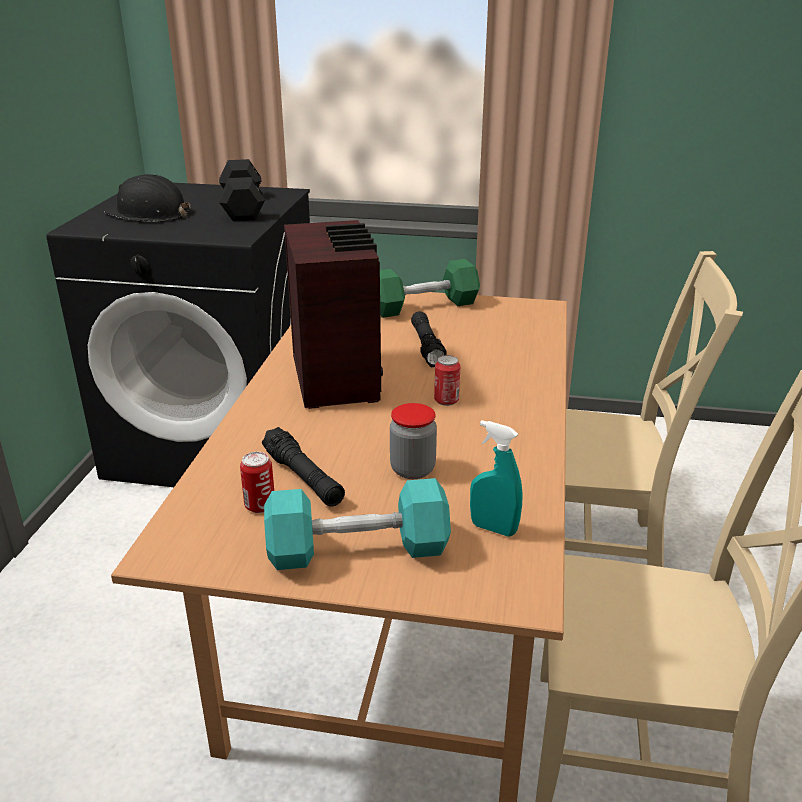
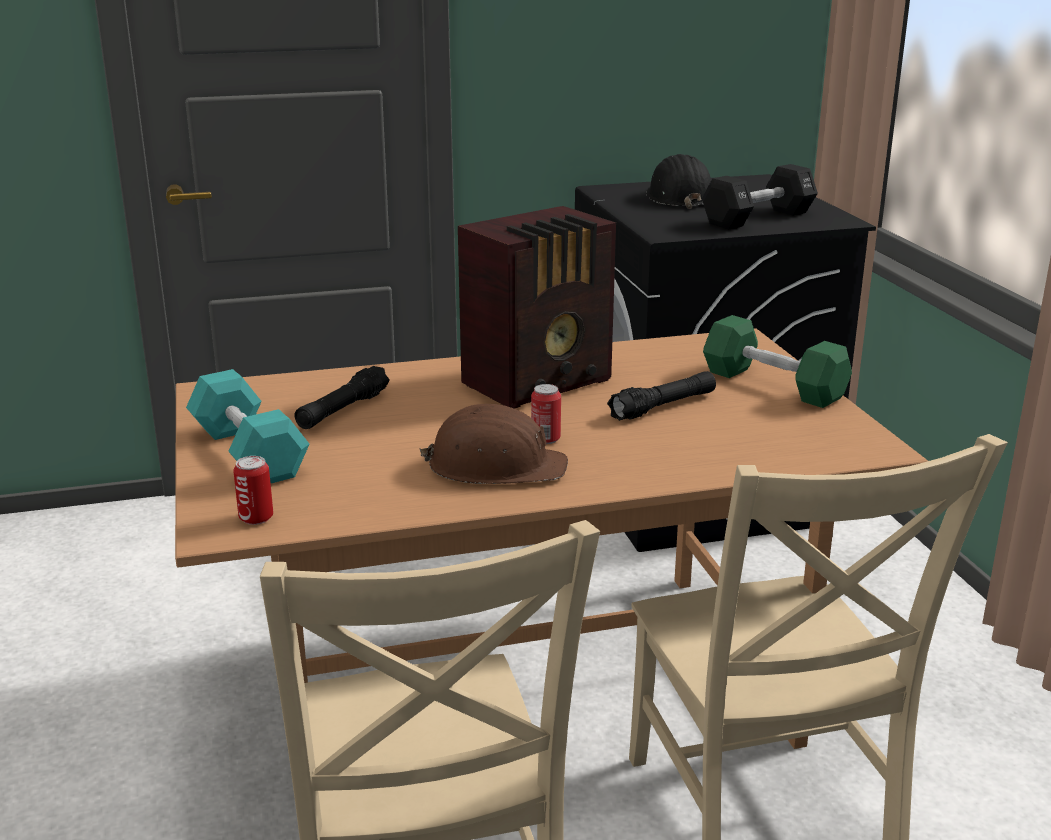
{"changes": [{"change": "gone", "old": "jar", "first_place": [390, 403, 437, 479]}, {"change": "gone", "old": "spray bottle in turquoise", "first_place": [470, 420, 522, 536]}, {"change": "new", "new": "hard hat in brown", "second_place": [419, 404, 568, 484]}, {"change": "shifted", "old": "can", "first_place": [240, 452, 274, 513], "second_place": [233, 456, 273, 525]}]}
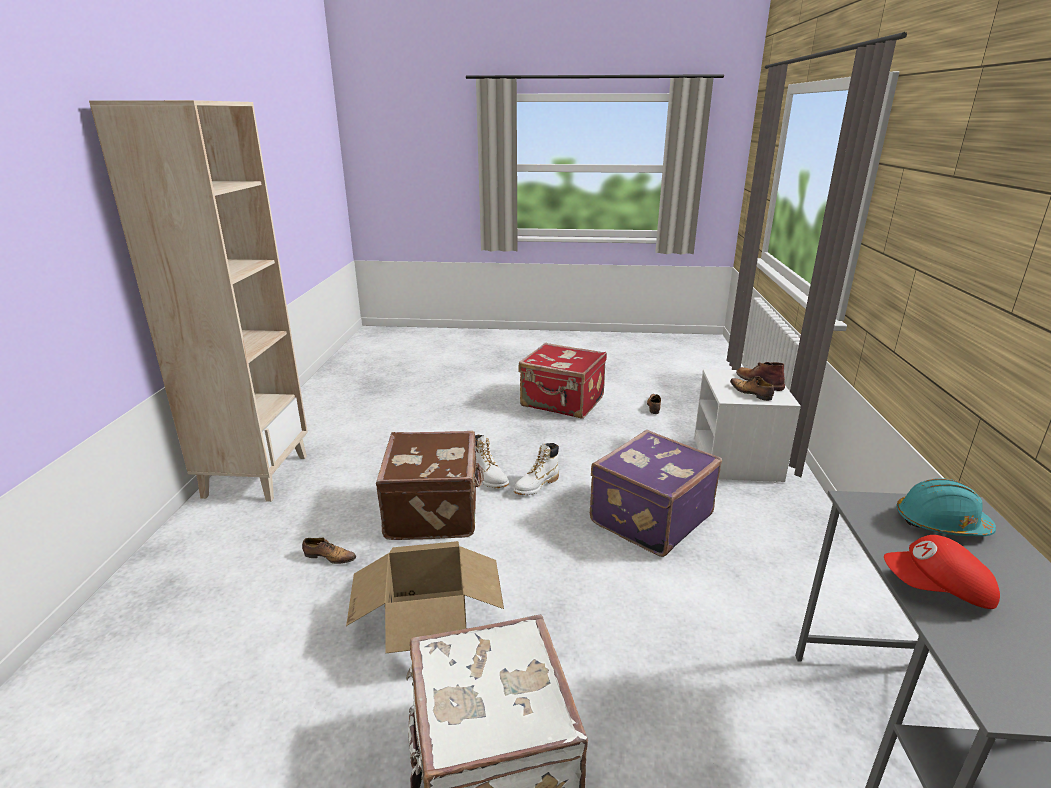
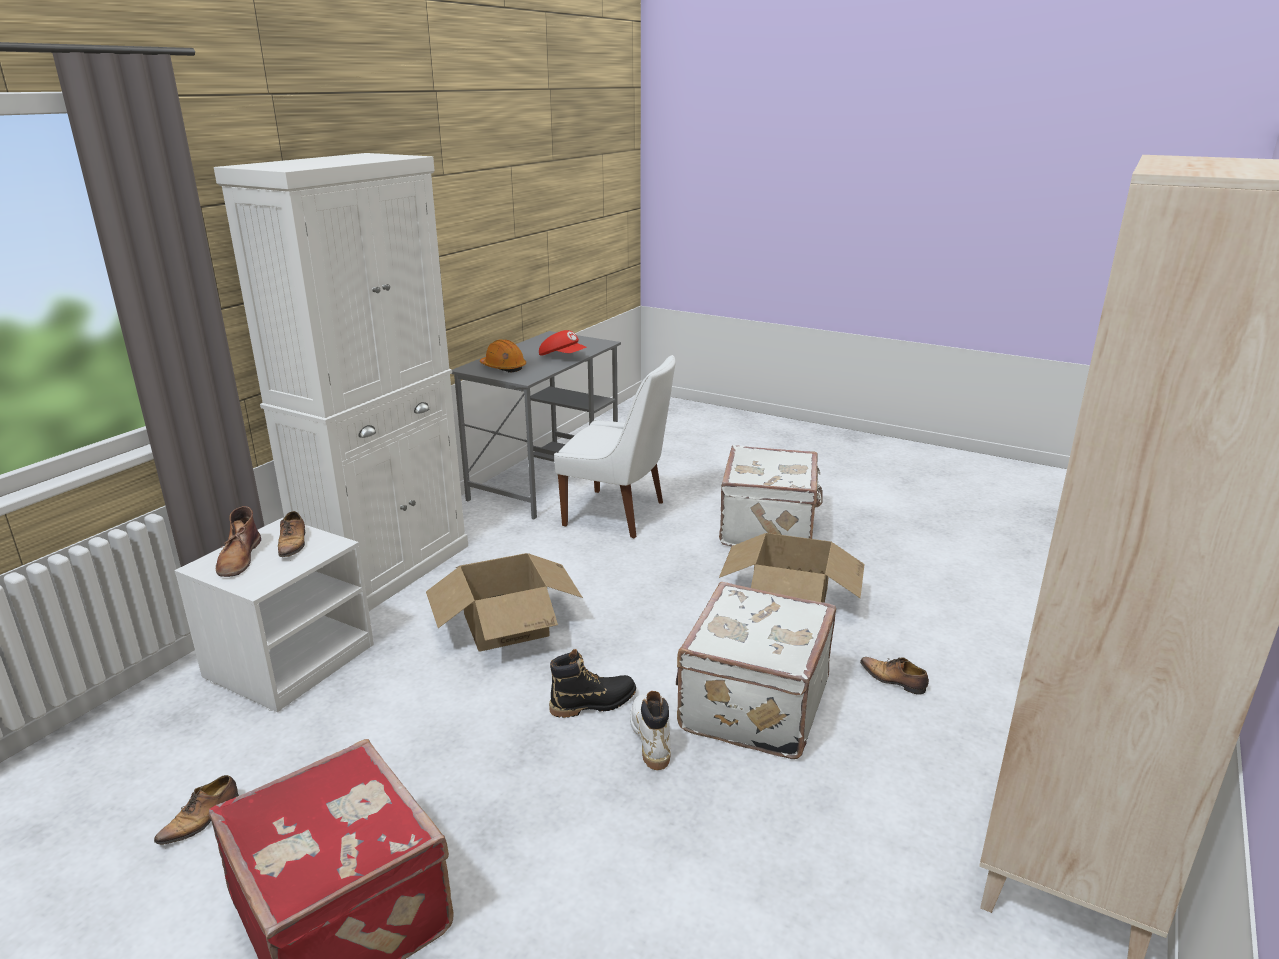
{"changes": [{"change": "new", "new": "cabinet in white", "second_place": [214, 153, 468, 611]}, {"change": "new", "new": "chair in white", "second_place": [554, 355, 676, 538]}, {"change": "swapped", "old": "suitcase in purple", "new": "cardboard box", "first_place": [590, 430, 722, 557], "second_place": [426, 553, 583, 652]}, {"change": "repainted", "old": "suitcase in brown", "new": "suitcase in white", "first_place": [376, 431, 484, 540], "second_place": [676, 582, 836, 759]}, {"change": "repainted", "old": "boot in white", "new": "boot in black", "first_place": [513, 443, 559, 495], "second_place": [549, 649, 636, 718]}, {"change": "repainted", "old": "hard hat in turquoise", "new": "hard hat in orange", "first_place": [897, 478, 996, 536], "second_place": [480, 339, 526, 373]}]}
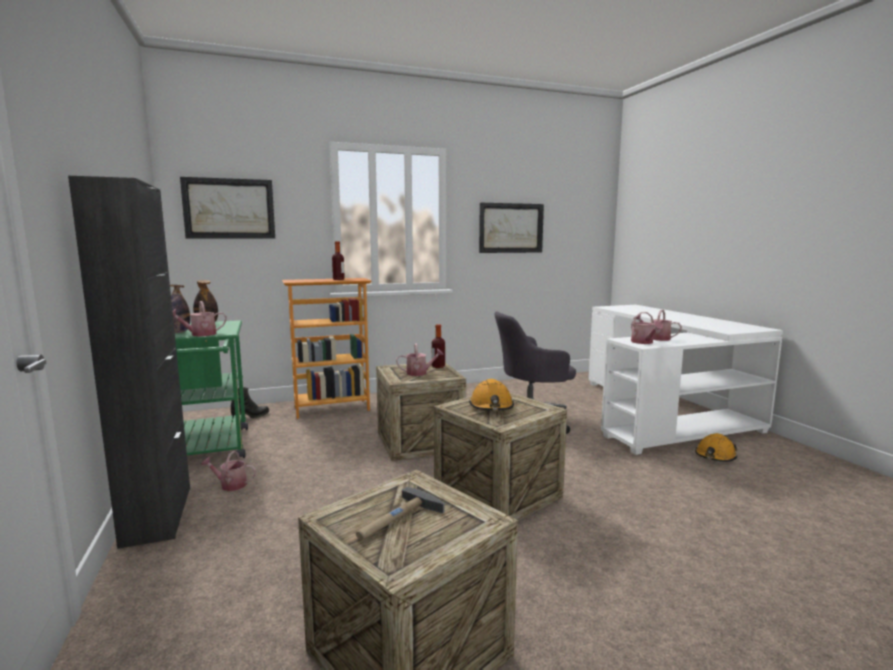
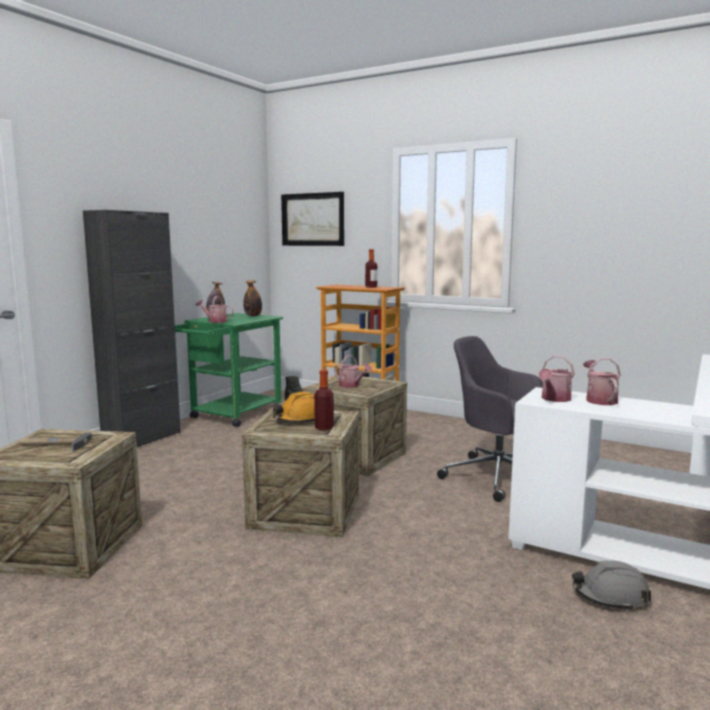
{"changes": [{"change": "gone", "old": "watering can", "first_place": [201, 451, 256, 491]}, {"change": "gone", "old": "picture", "first_place": [479, 203, 544, 253]}, {"change": "shifted", "old": "bottle", "first_place": [432, 324, 445, 368], "second_place": [314, 369, 334, 430]}, {"change": "repainted", "old": "hard hat in orange", "new": "hard hat in grey", "first_place": [695, 433, 737, 462], "second_place": [572, 561, 651, 611]}]}
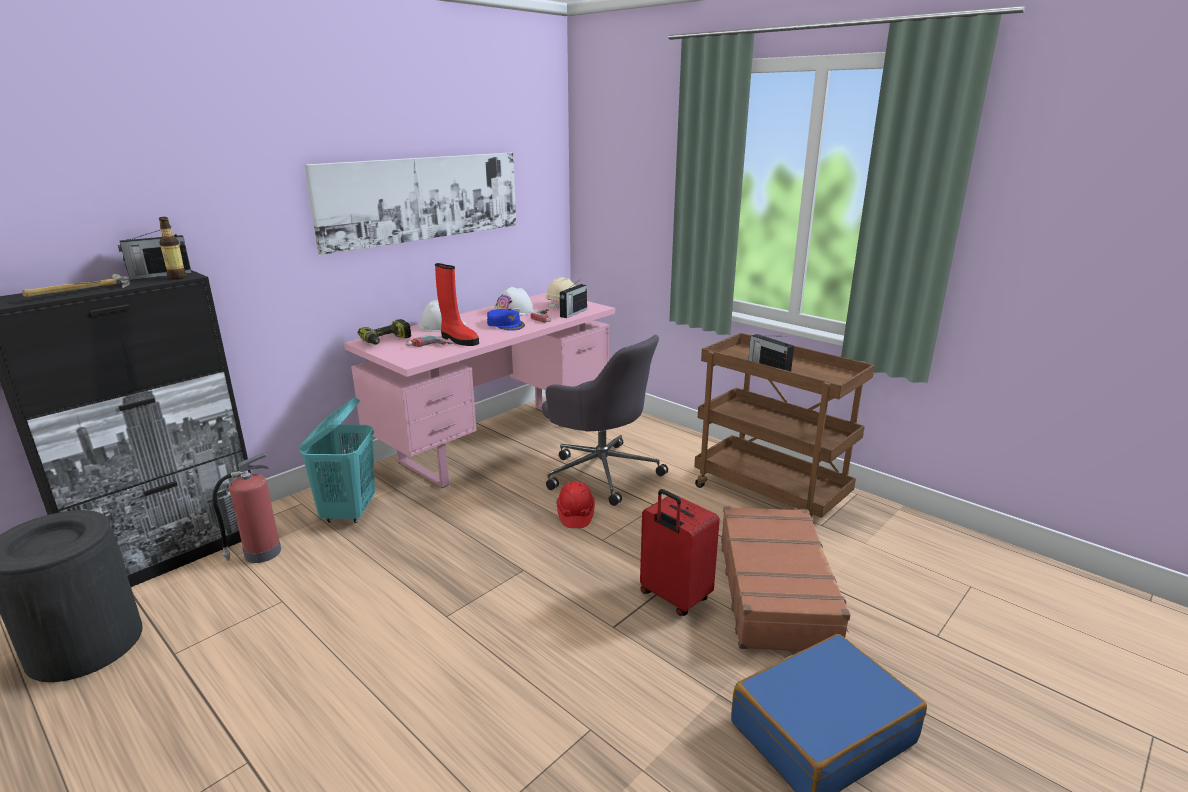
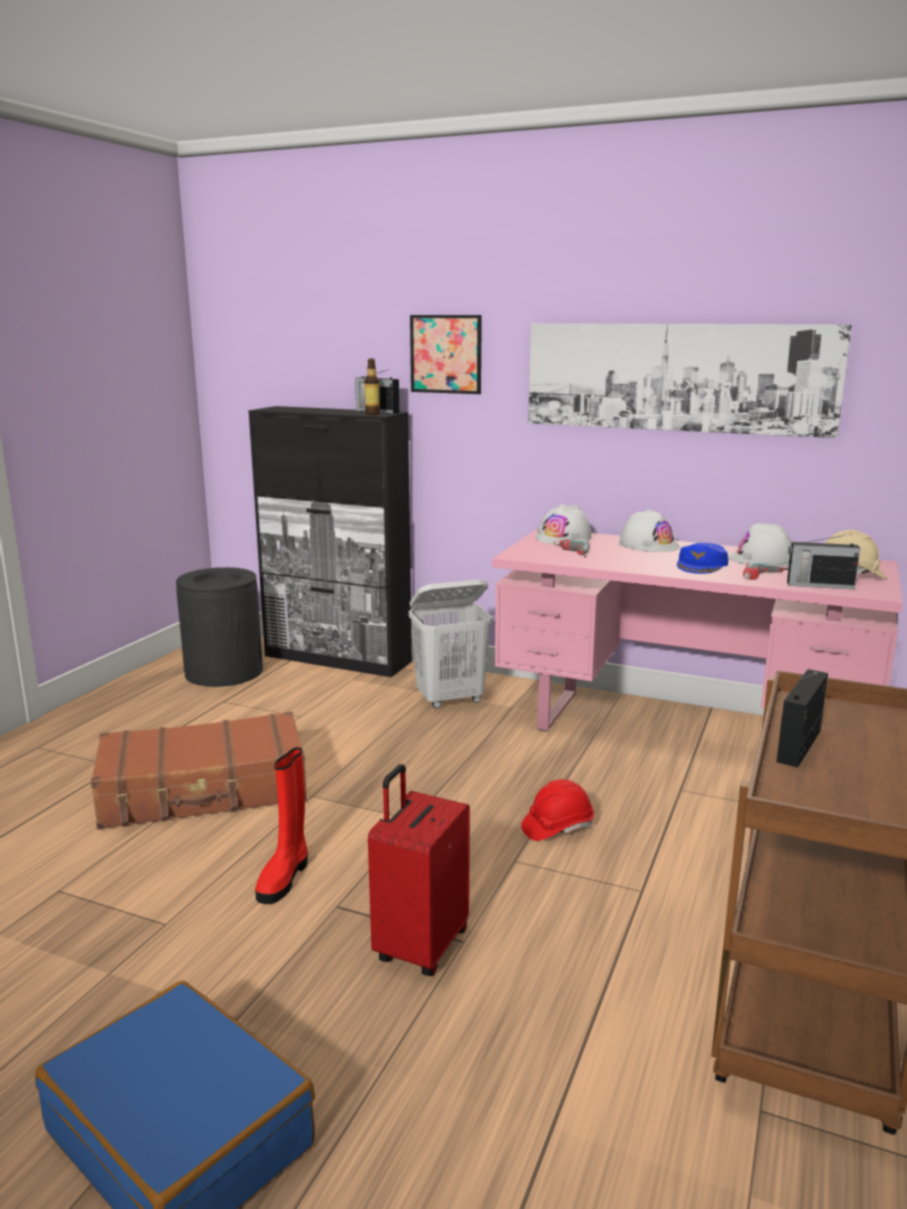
{"changes": [{"change": "gone", "old": "hammer", "first_place": [22, 274, 130, 297]}, {"change": "gone", "old": "fire extinguisher", "first_place": [212, 453, 281, 563]}, {"change": "gone", "old": "office chair in grey", "first_place": [542, 335, 668, 506]}, {"change": "new", "new": "picture", "second_place": [410, 315, 482, 394]}, {"change": "shifted", "old": "boot in red", "first_place": [435, 263, 479, 346], "second_place": [255, 747, 308, 904]}, {"change": "shifted", "old": "suitcase in brown", "first_place": [721, 506, 851, 651], "second_place": [91, 711, 307, 829]}, {"change": "swapped", "old": "power drill", "new": "hard hat in white", "first_place": [357, 319, 411, 345], "second_place": [535, 504, 592, 544]}, {"change": "repainted", "old": "laundry basket in turquoise", "new": "laundry basket in white", "first_place": [300, 398, 375, 523], "second_place": [409, 579, 492, 709]}]}
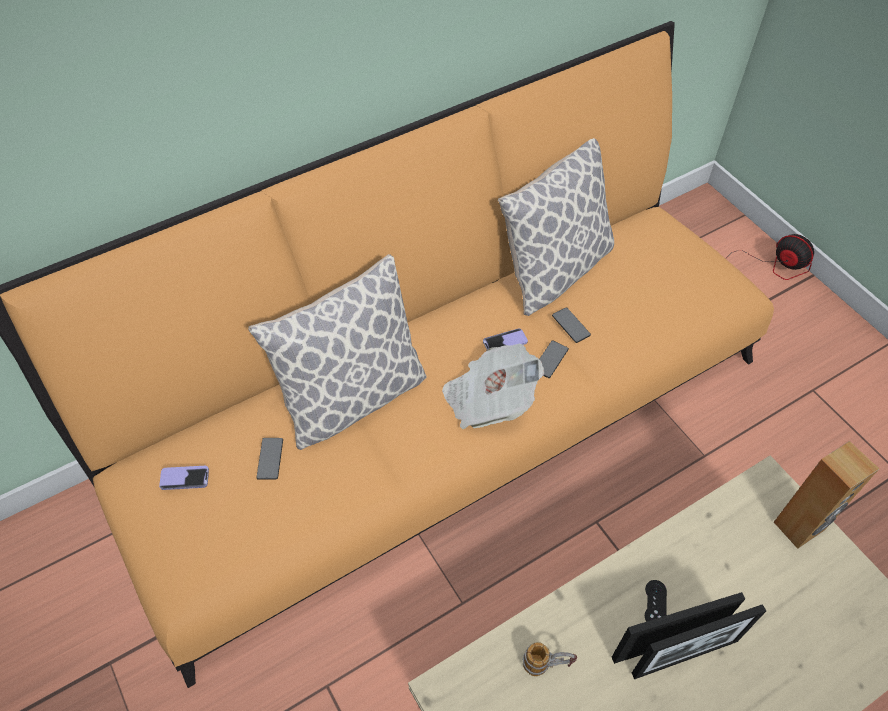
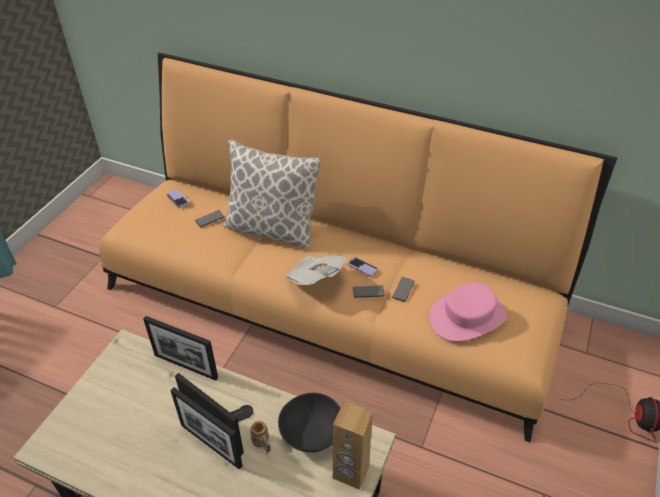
{"changes": [{"change": "gone", "old": "pillow", "first_place": [498, 138, 614, 316]}, {"change": "new", "new": "picture frame", "second_place": [143, 316, 218, 381]}, {"change": "new", "new": "bowl in black", "second_place": [278, 393, 340, 452]}, {"change": "new", "new": "hat in pink", "second_place": [429, 283, 507, 341]}, {"change": "shifted", "old": "mug", "first_place": [523, 642, 577, 676], "second_place": [250, 421, 271, 454]}]}
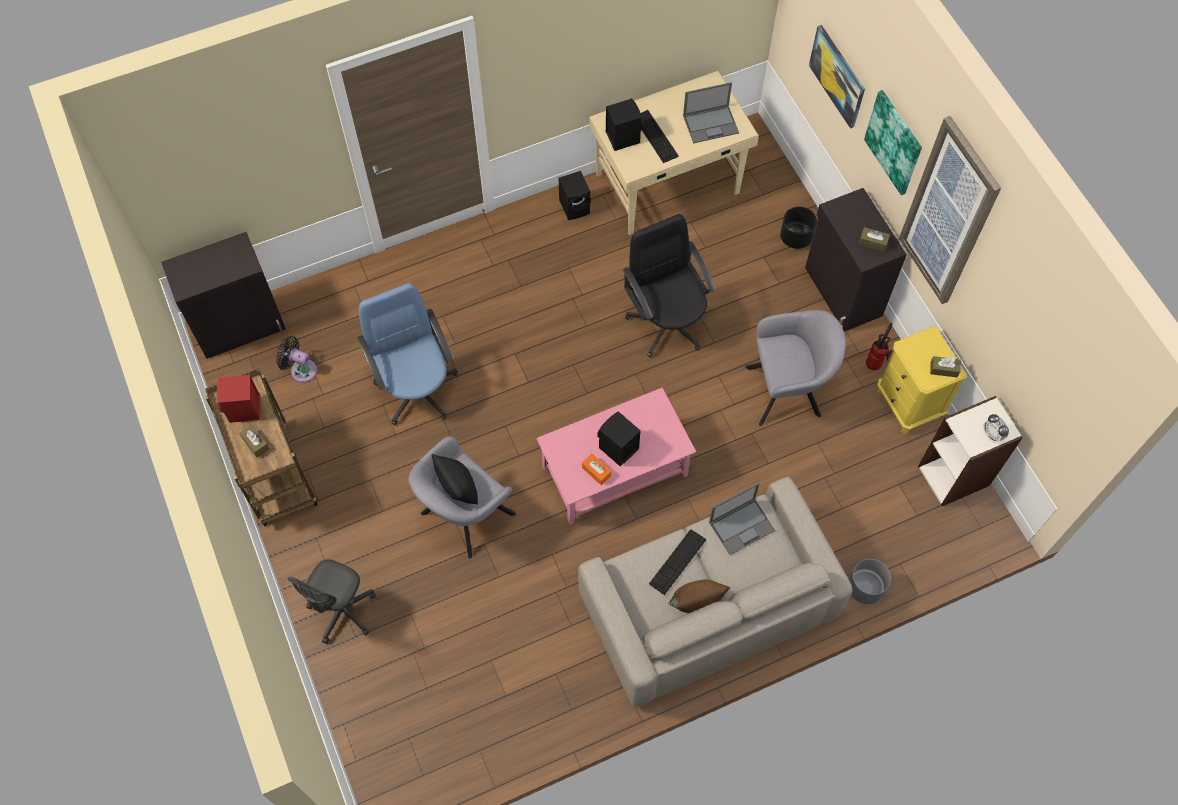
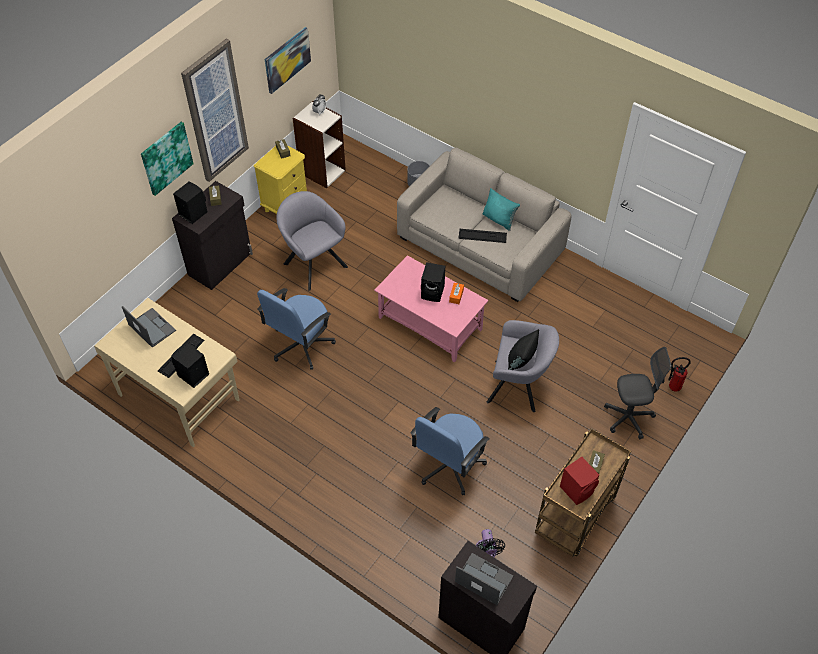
{"changes": [{"change": "gone", "old": "planter in black", "first_place": [780, 207, 817, 249]}, {"change": "shifted", "old": "speaker in black", "first_place": [559, 171, 591, 220], "second_place": [173, 182, 207, 224]}, {"change": "shifted", "old": "laptop", "first_place": [709, 483, 775, 555], "second_place": [455, 553, 513, 605]}, {"change": "shifted", "old": "picture", "first_place": [809, 25, 865, 129], "second_place": [265, 27, 311, 94]}, {"change": "shifted", "old": "fire extinguisher", "first_place": [866, 323, 892, 370], "second_place": [668, 357, 691, 391]}, {"change": "repainted", "old": "office chair in black", "new": "office chair in blue", "first_place": [623, 214, 716, 357], "second_place": [257, 288, 336, 370]}, {"change": "repainted", "old": "pillow in brown", "new": "pillow in turquoise", "first_place": [668, 579, 730, 613], "second_place": [482, 188, 520, 231]}]}
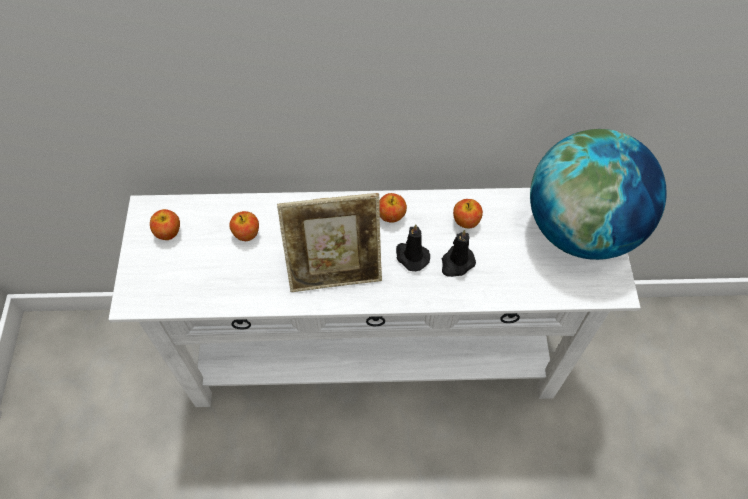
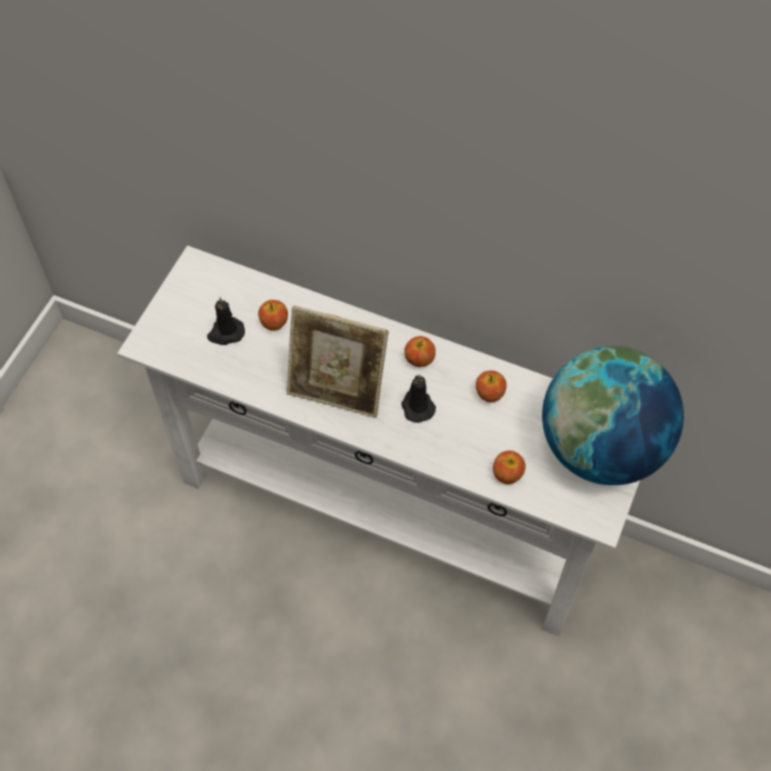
{"changes": [{"change": "shifted", "old": "apple", "first_place": [150, 209, 180, 240], "second_place": [493, 451, 526, 484]}, {"change": "shifted", "old": "candle in black", "first_place": [442, 230, 476, 277], "second_place": [207, 297, 245, 345]}]}
